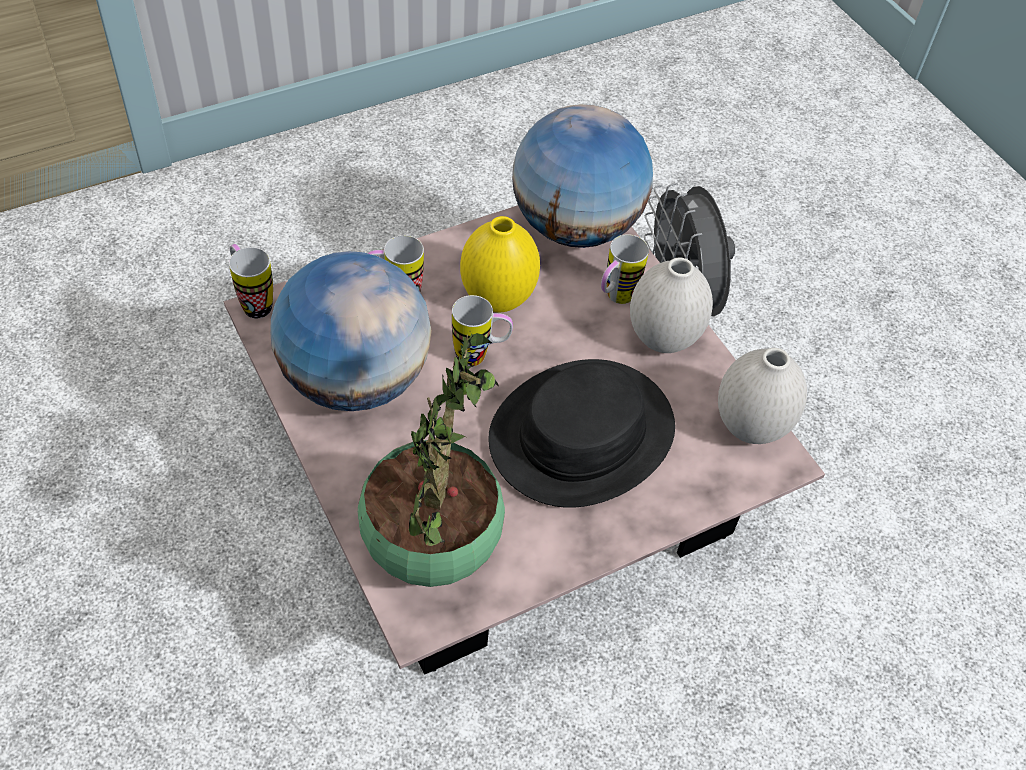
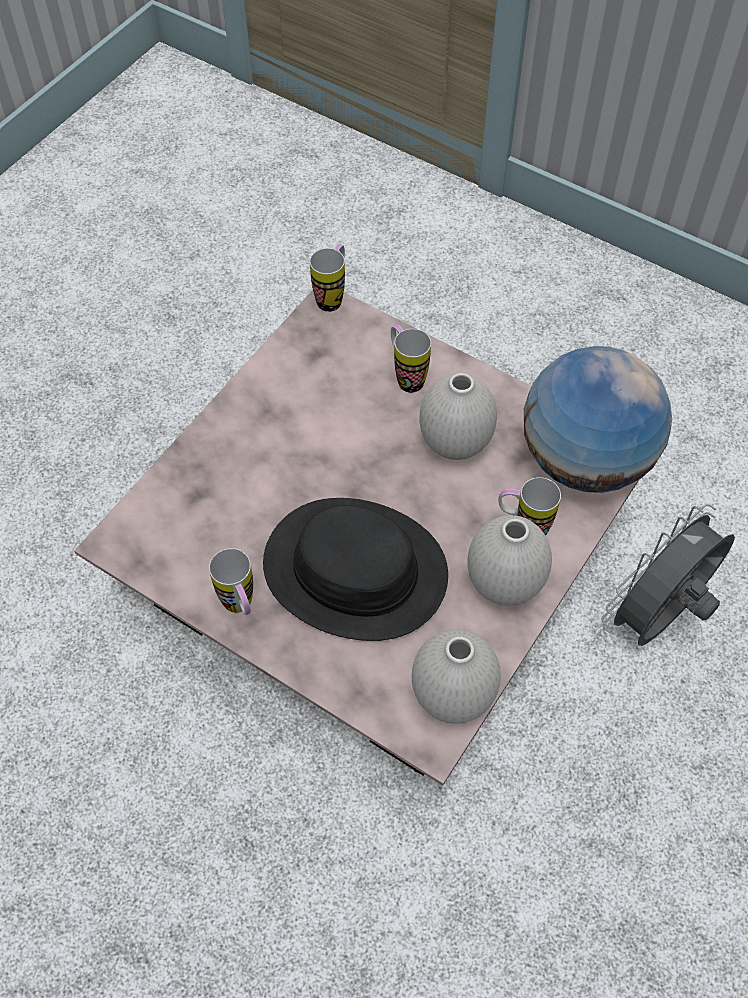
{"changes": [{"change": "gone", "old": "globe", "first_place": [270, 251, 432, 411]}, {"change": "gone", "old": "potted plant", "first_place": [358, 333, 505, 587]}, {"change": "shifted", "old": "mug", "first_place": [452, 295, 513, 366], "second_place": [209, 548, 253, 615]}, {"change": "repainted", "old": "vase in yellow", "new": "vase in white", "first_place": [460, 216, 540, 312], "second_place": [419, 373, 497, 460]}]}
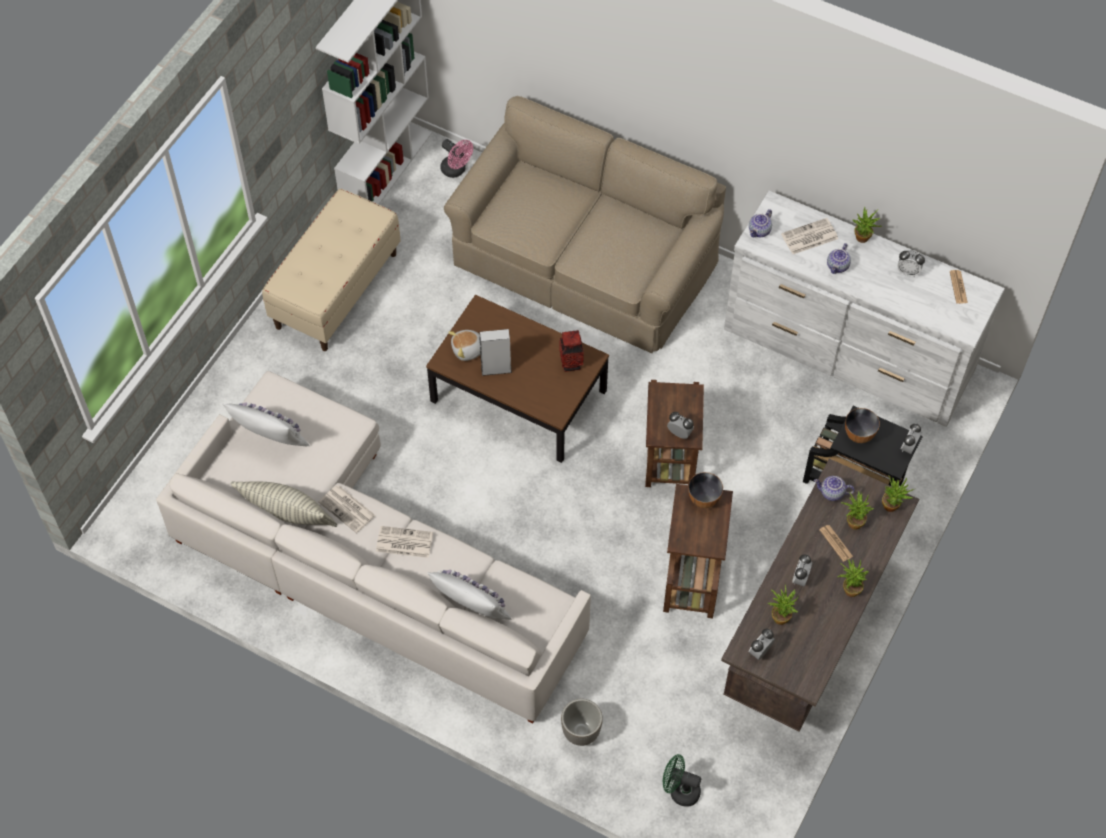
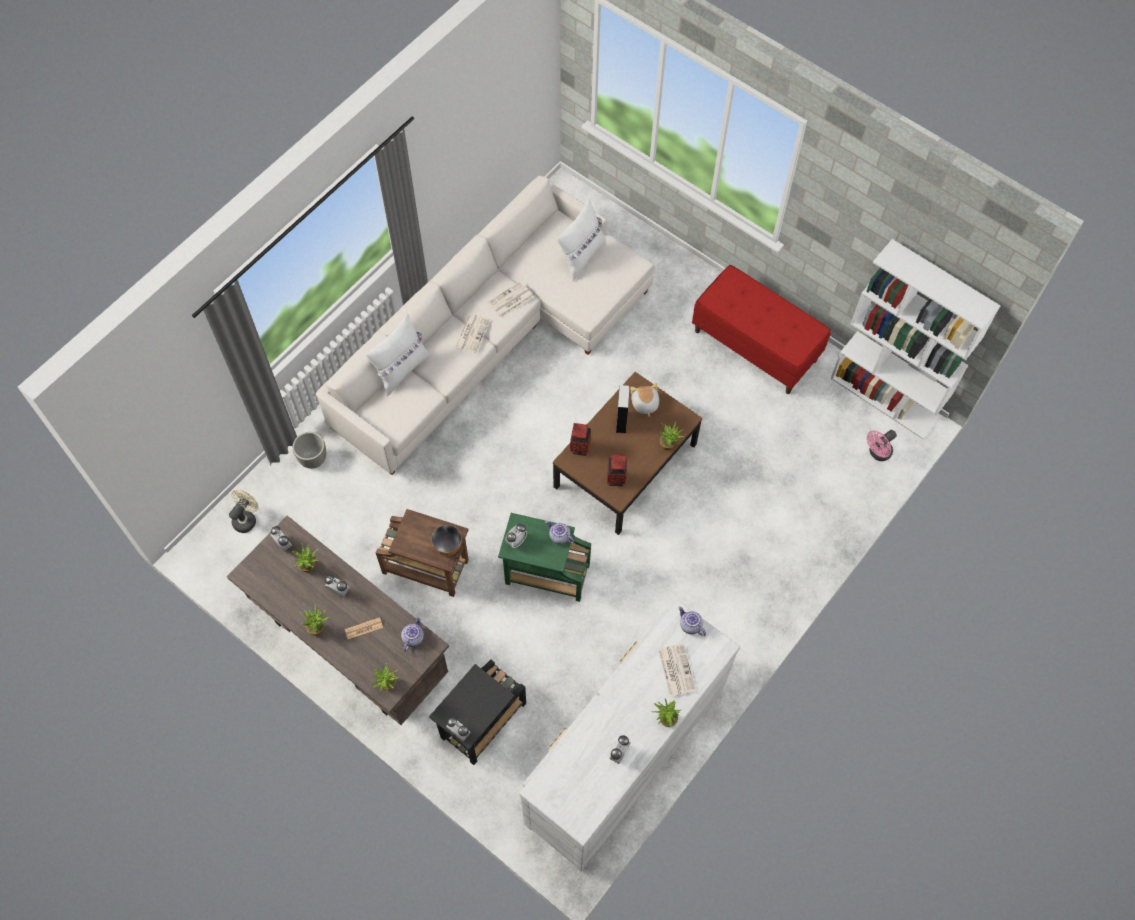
{"changes": [{"change": "gone", "old": "pillow", "first_place": [230, 481, 337, 527]}, {"change": "gone", "old": "sofa in beige", "first_place": [444, 96, 726, 353]}, {"change": "gone", "old": "bowl", "first_place": [845, 408, 880, 443]}, {"change": "gone", "old": "newspaper", "first_place": [950, 270, 968, 304]}, {"change": "new", "new": "vase", "second_place": [570, 423, 591, 456]}, {"change": "shifted", "old": "teapot", "first_place": [827, 243, 851, 274], "second_place": [545, 521, 574, 544]}, {"change": "shifted", "old": "potted plant", "first_place": [841, 491, 874, 530], "second_place": [660, 421, 684, 450]}, {"change": "repainted", "old": "bench in beige", "new": "bench in red", "first_place": [262, 189, 401, 351], "second_place": [692, 265, 831, 394]}, {"change": "repainted", "old": "side table in brown", "new": "side table in green", "first_place": [645, 380, 704, 487], "second_place": [498, 513, 591, 602]}, {"change": "repainted", "old": "fan in green", "new": "fan in beige", "first_place": [662, 754, 701, 807], "second_place": [229, 490, 259, 533]}]}
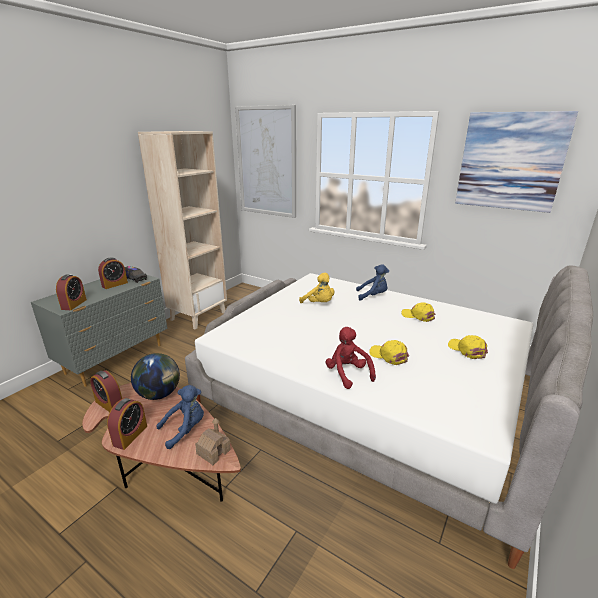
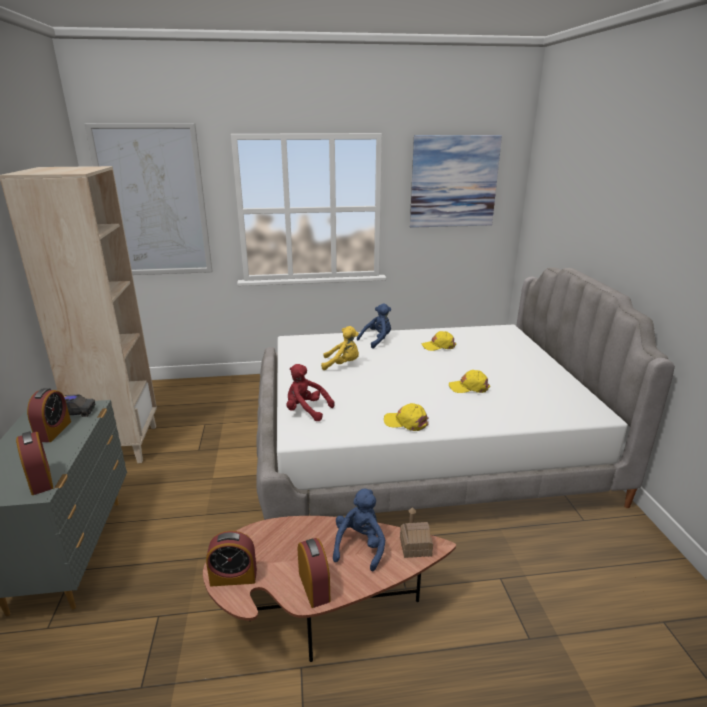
{"changes": [{"change": "gone", "old": "globe", "first_place": [131, 353, 180, 400]}, {"change": "shifted", "old": "plush toy in red", "first_place": [325, 327, 376, 389], "second_place": [286, 364, 334, 421]}, {"change": "shifted", "old": "cap in yellow", "first_place": [448, 335, 488, 359], "second_place": [384, 403, 429, 431]}]}
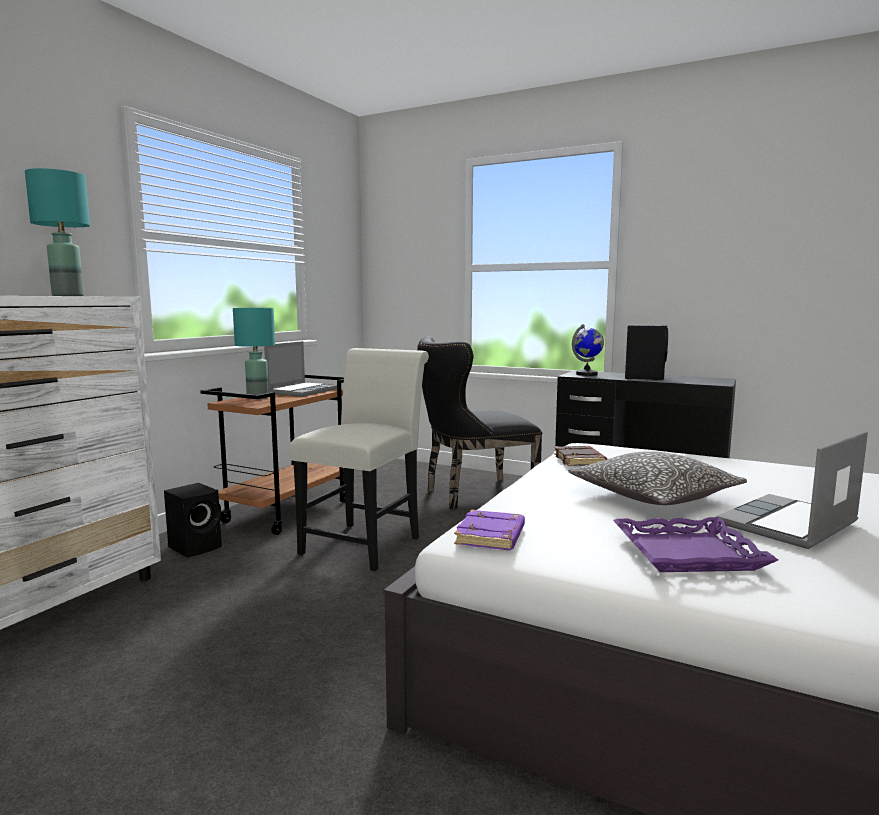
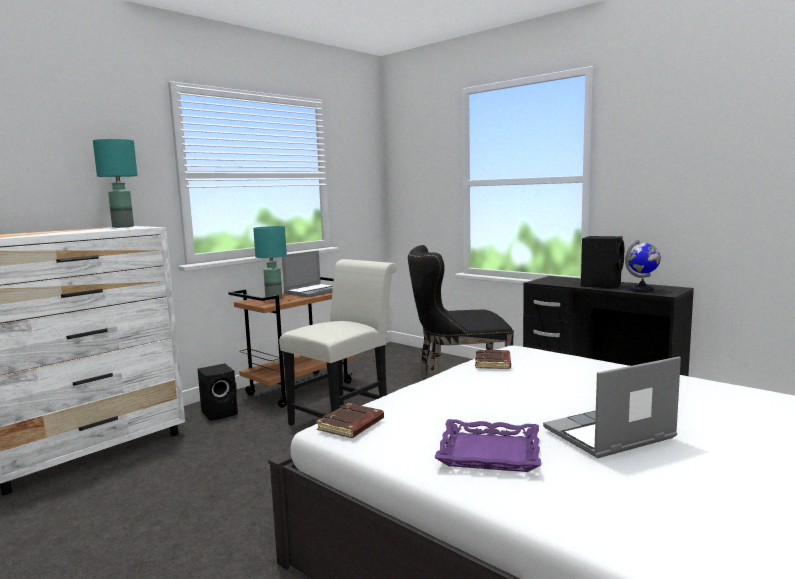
{"changes": [{"change": "gone", "old": "pillow", "first_place": [568, 451, 747, 505]}, {"change": "shifted", "old": "globe", "first_place": [572, 324, 604, 376], "second_place": [625, 240, 661, 293]}, {"change": "repainted", "old": "book in purple", "new": "book in brown", "first_place": [454, 510, 525, 550], "second_place": [316, 403, 384, 438]}]}
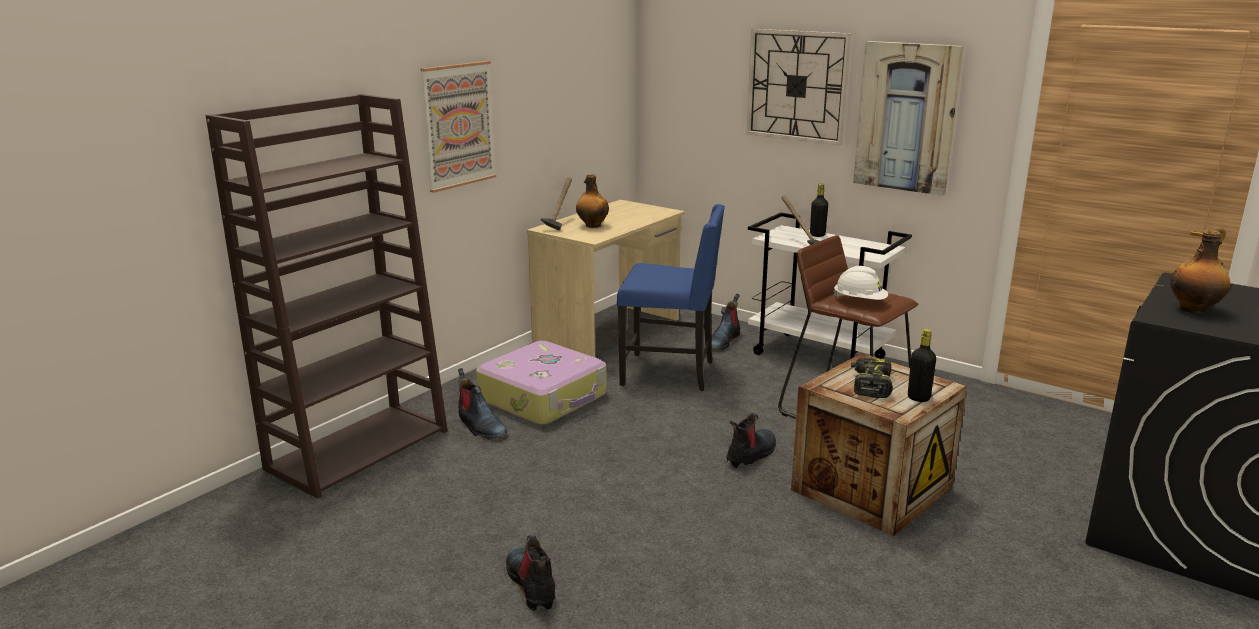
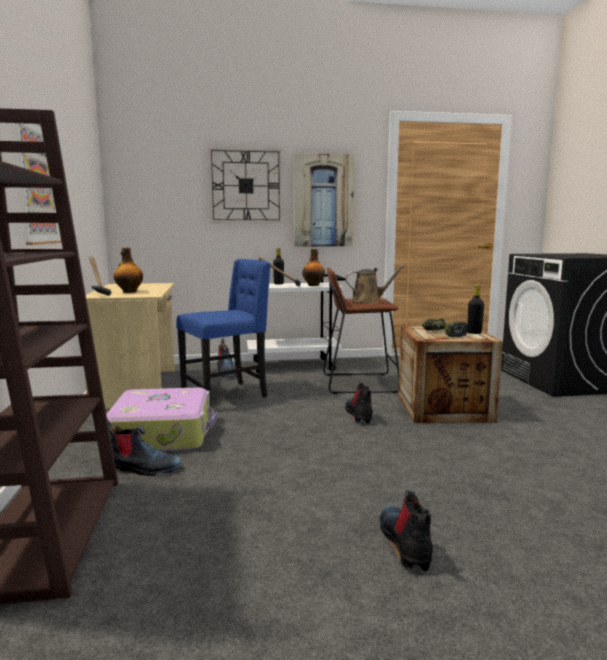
{"changes": [{"change": "shifted", "old": "bottle", "first_place": [1170, 230, 1230, 314], "second_place": [302, 249, 325, 286]}, {"change": "swapped", "old": "hard hat in white", "new": "watering can in brown", "first_place": [833, 266, 888, 300], "second_place": [345, 264, 406, 304]}, {"change": "rotated", "old": "boot", "first_place": [506, 535, 555, 611], "second_place": [380, 490, 433, 572], "degrees": 60}]}
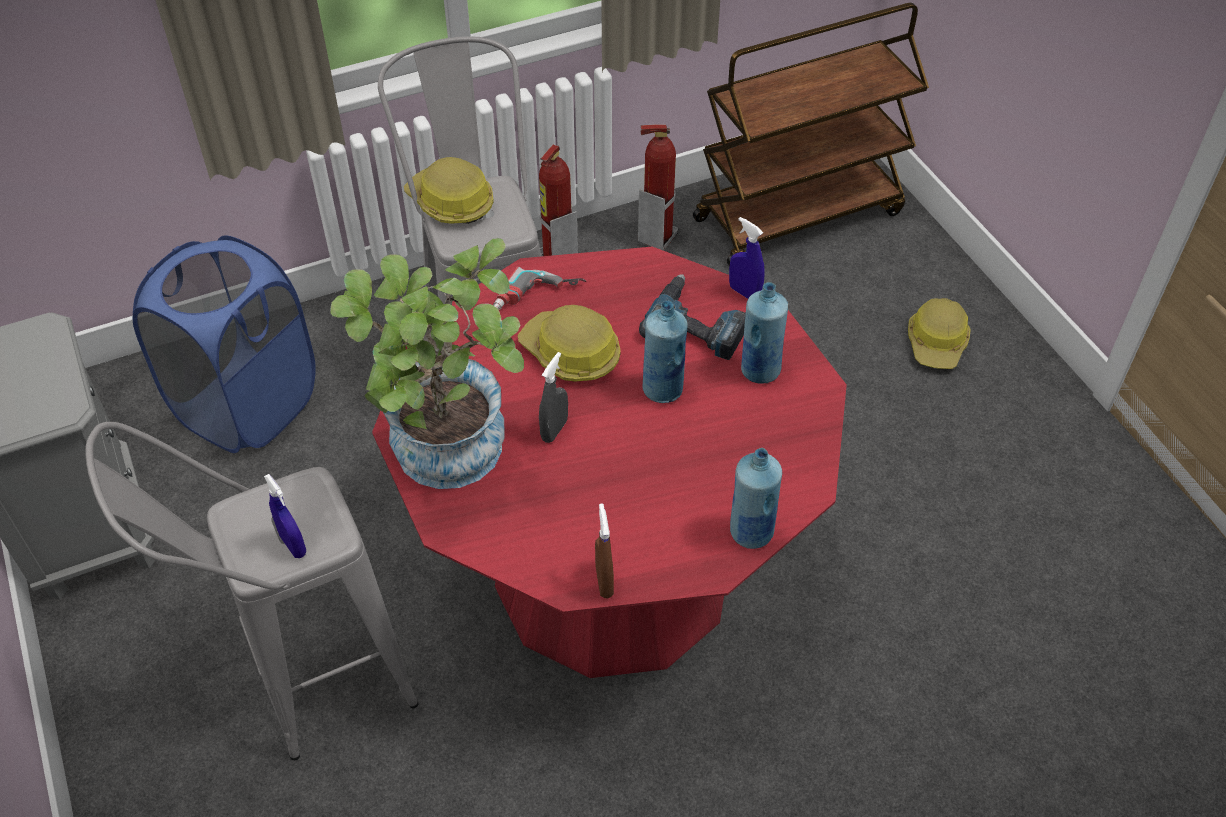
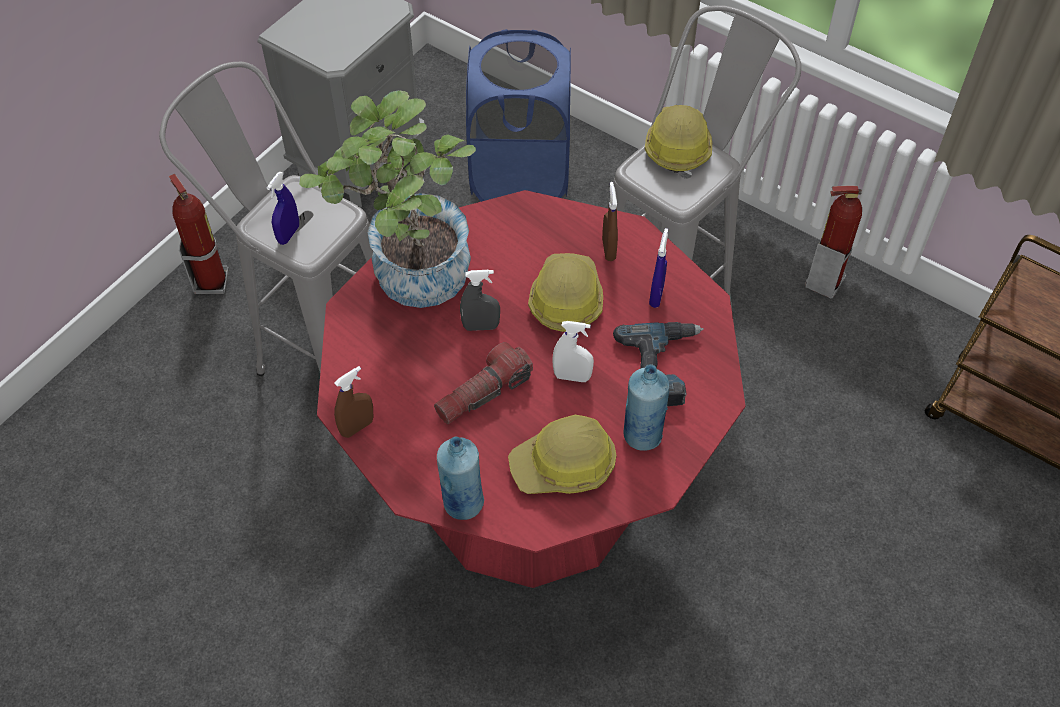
{"changes": [{"change": "new", "new": "flashlight", "second_place": [434, 342, 533, 424]}, {"change": "shifted", "old": "fire extinguisher", "first_place": [637, 124, 678, 251], "second_place": [169, 174, 229, 294]}, {"change": "shifted", "old": "spray bottle in blue", "first_place": [729, 217, 765, 299], "second_place": [649, 228, 668, 308]}, {"change": "shifted", "old": "hard hat", "first_place": [908, 298, 971, 369], "second_place": [508, 415, 616, 494]}, {"change": "swapped", "old": "power drill", "new": "spray bottle in brown", "first_place": [493, 267, 586, 310], "second_place": [602, 182, 618, 261]}, {"change": "swapped", "old": "bottle in blue", "new": "spray bottle in white", "first_place": [643, 301, 687, 403], "second_place": [552, 321, 594, 382]}]}
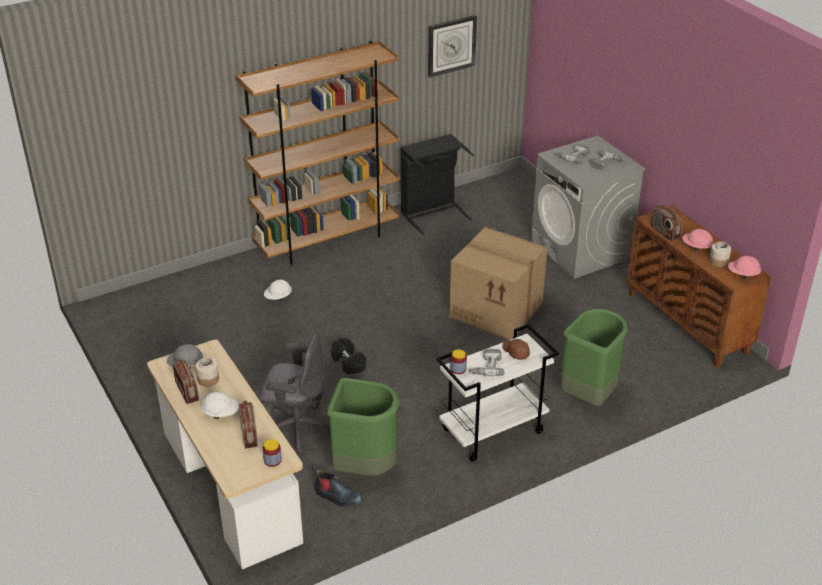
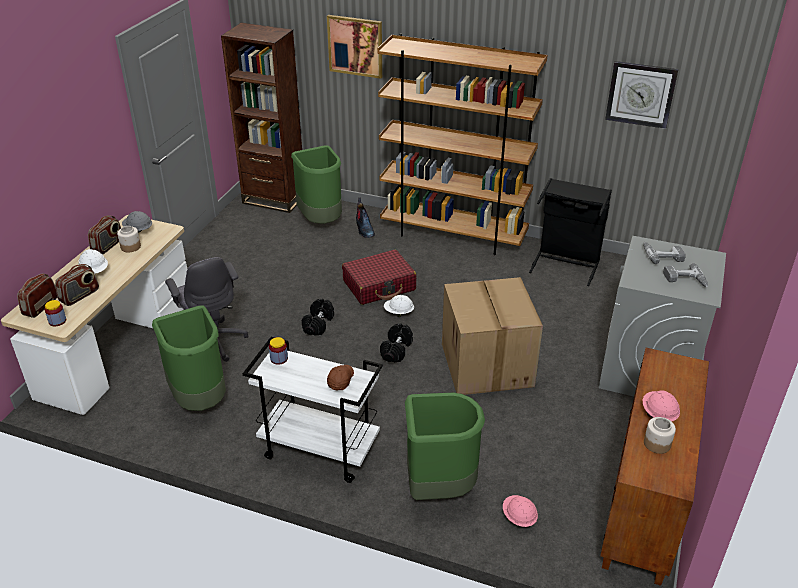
{"changes": [{"change": "gone", "old": "power drill", "first_place": [469, 349, 504, 376]}, {"change": "new", "new": "bookcase in brown", "second_place": [221, 23, 302, 213]}, {"change": "new", "new": "trash can in green", "second_place": [291, 145, 342, 224]}, {"change": "new", "new": "picture", "second_place": [327, 15, 382, 79]}, {"change": "new", "new": "suitcase in red", "second_place": [342, 250, 416, 305]}, {"change": "new", "new": "dumbbell in black", "second_place": [380, 323, 413, 362]}, {"change": "shifted", "old": "hard hat in white", "first_place": [264, 279, 292, 300], "second_place": [384, 295, 414, 317]}, {"change": "shifted", "old": "boot", "first_place": [311, 464, 362, 507], "second_place": [356, 198, 375, 238]}, {"change": "shifted", "old": "radio", "first_place": [651, 205, 682, 241], "second_place": [17, 273, 57, 318]}, {"change": "shifted", "old": "hard hat in pink", "first_place": [727, 256, 761, 279], "second_place": [503, 495, 538, 527]}]}
